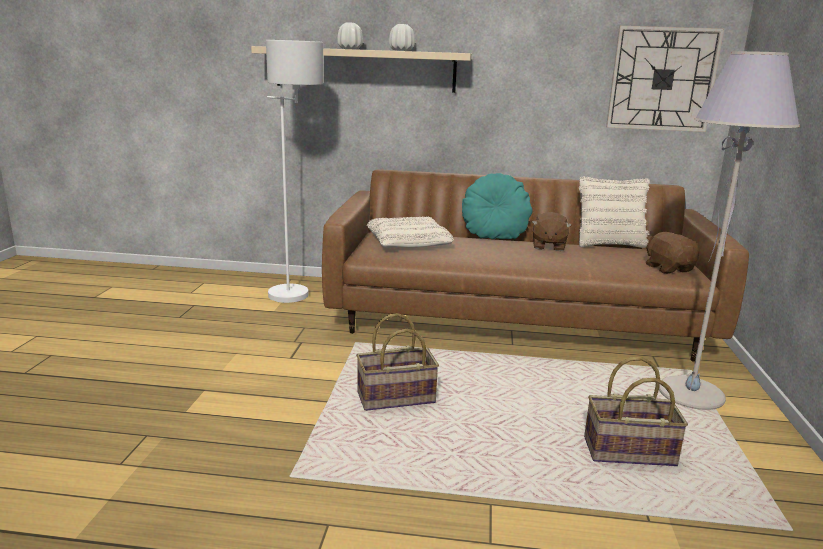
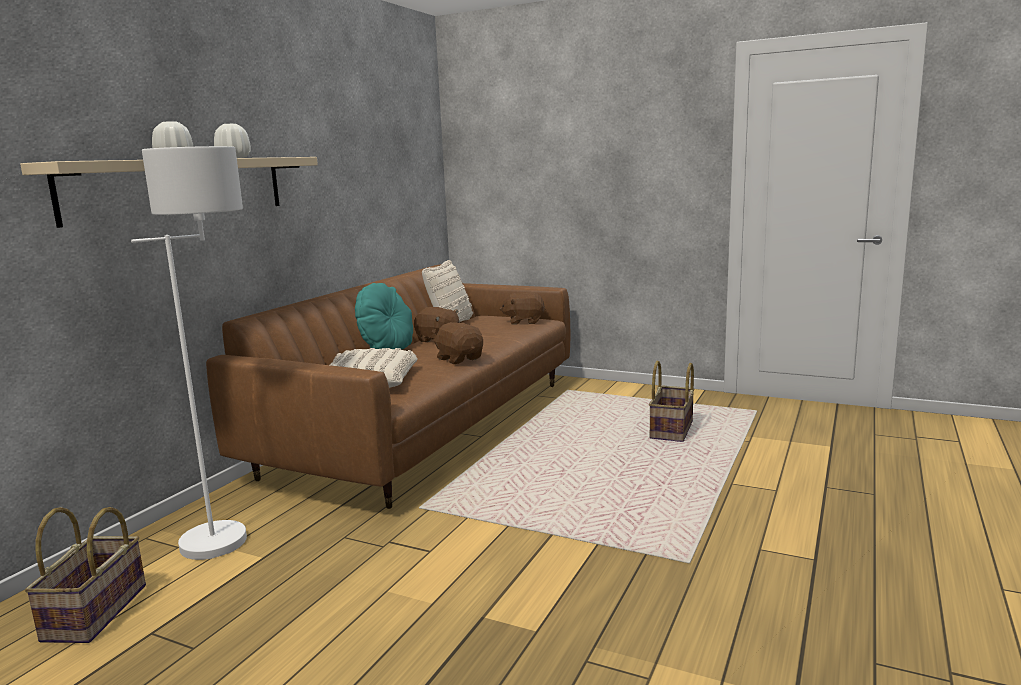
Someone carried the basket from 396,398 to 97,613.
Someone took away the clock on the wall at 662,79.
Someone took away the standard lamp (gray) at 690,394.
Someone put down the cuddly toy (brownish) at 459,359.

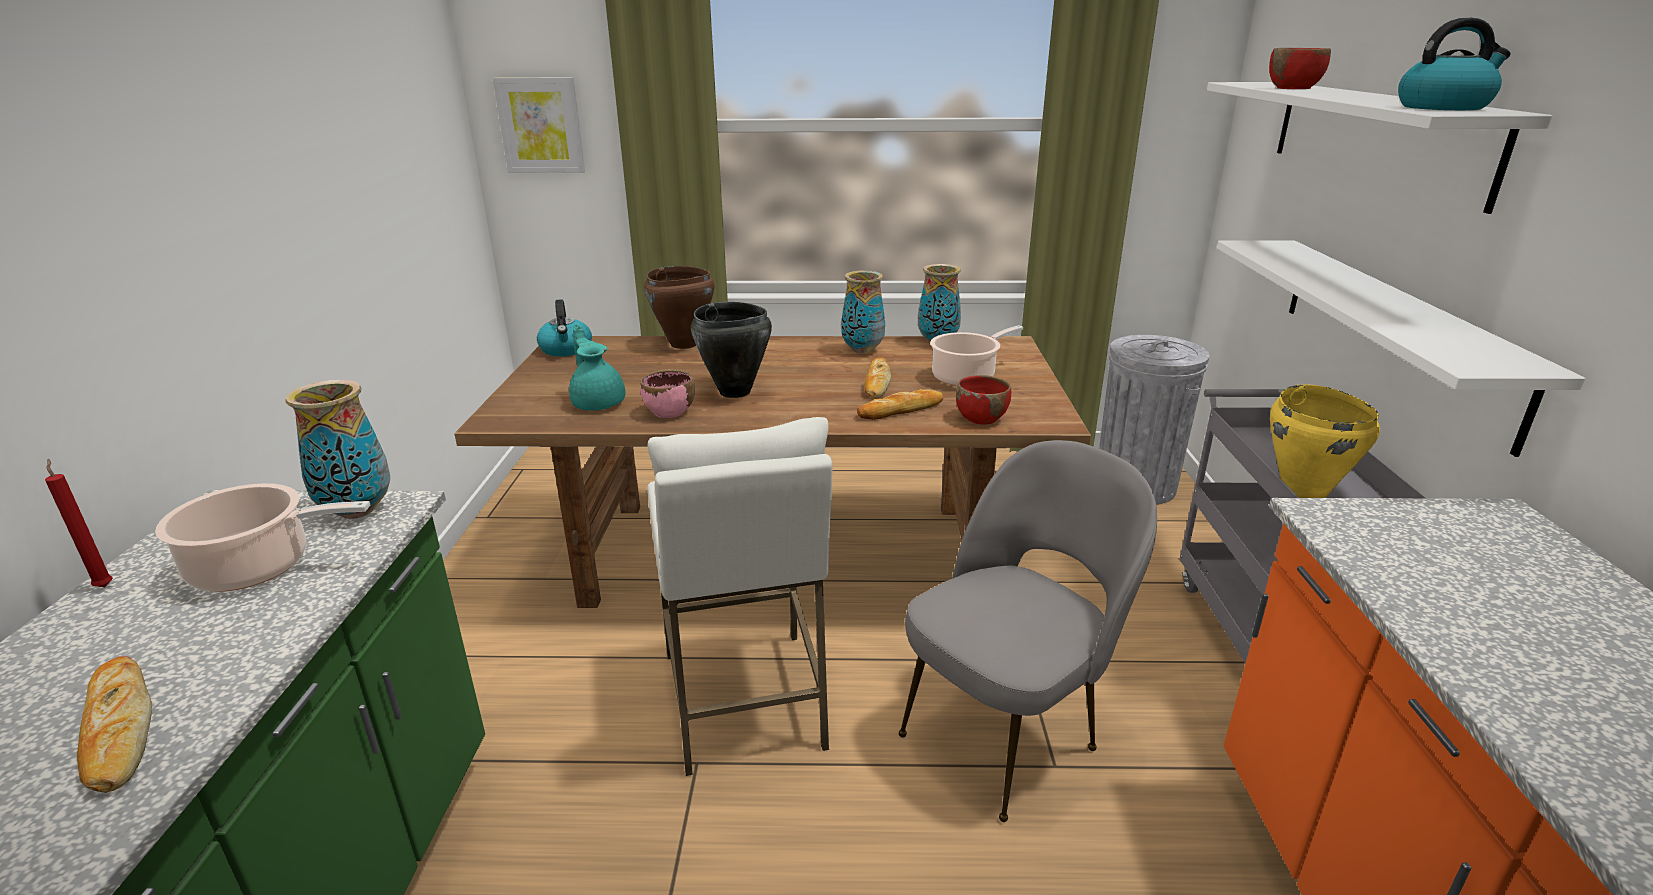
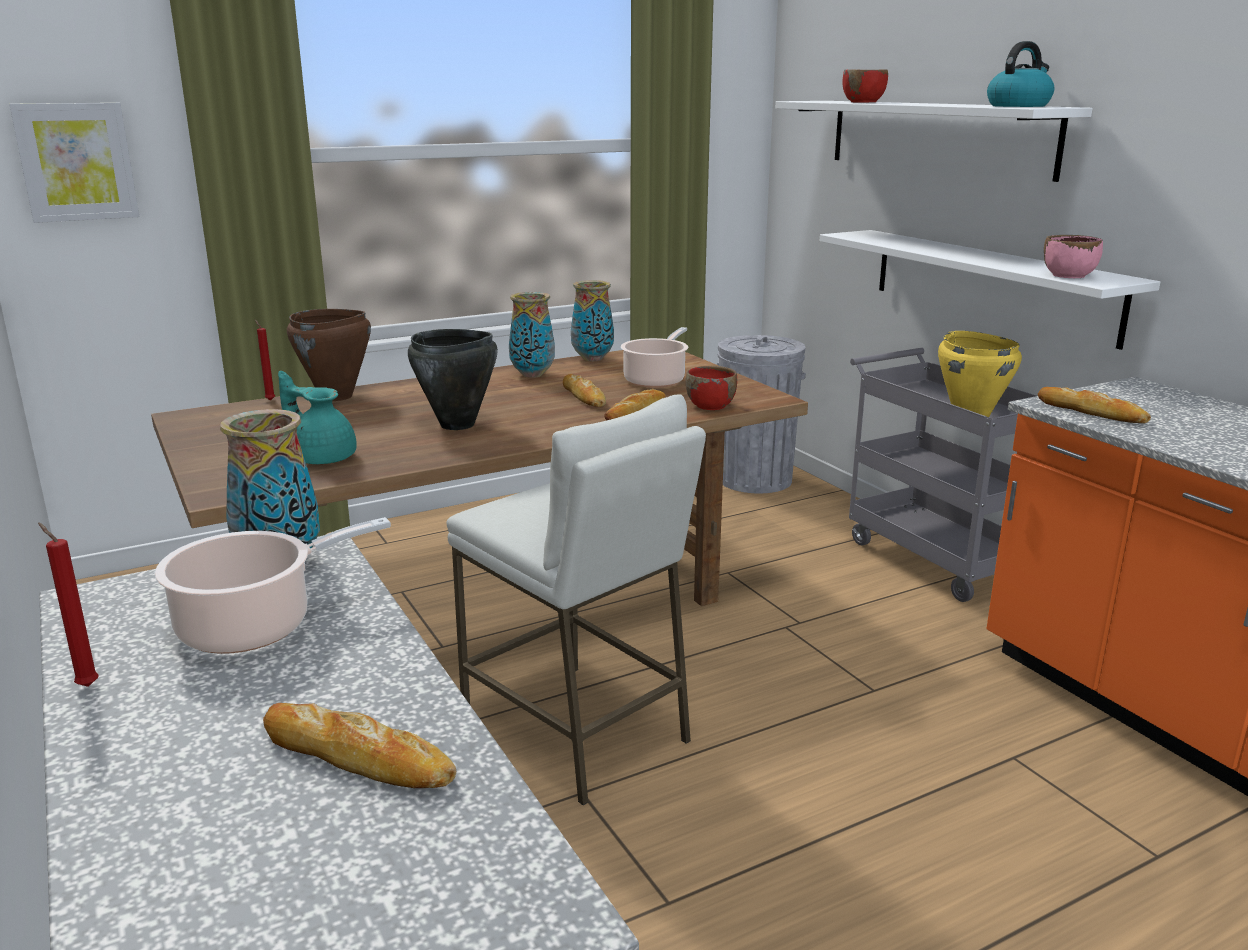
Someone took away the kettle at 566,350.
Someone carried the serving bowl (pink) from 669,412 to 1069,275.
Someone took away the chair (gray) at 1008,735.
Someone put down the wax light (red-coloured) at 269,400.
Someone put down the baked bread at 1090,412.

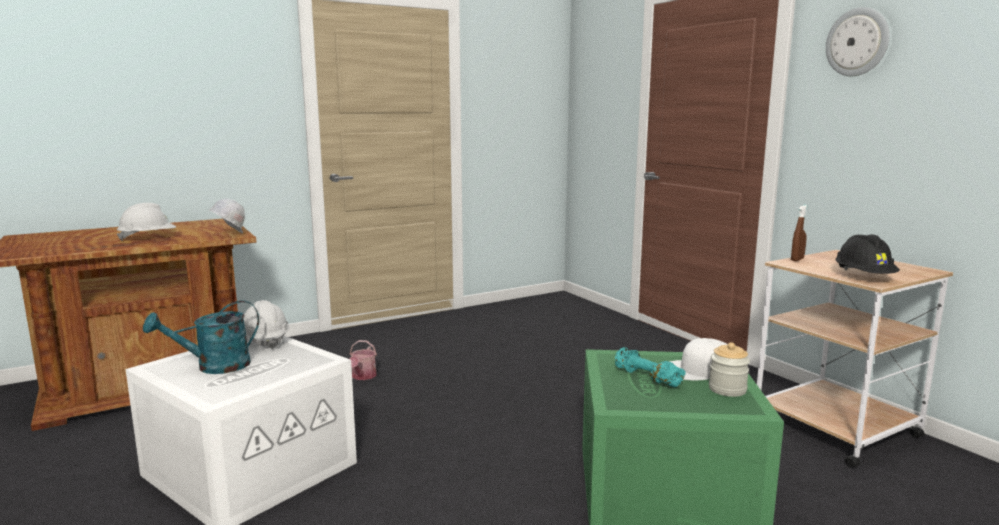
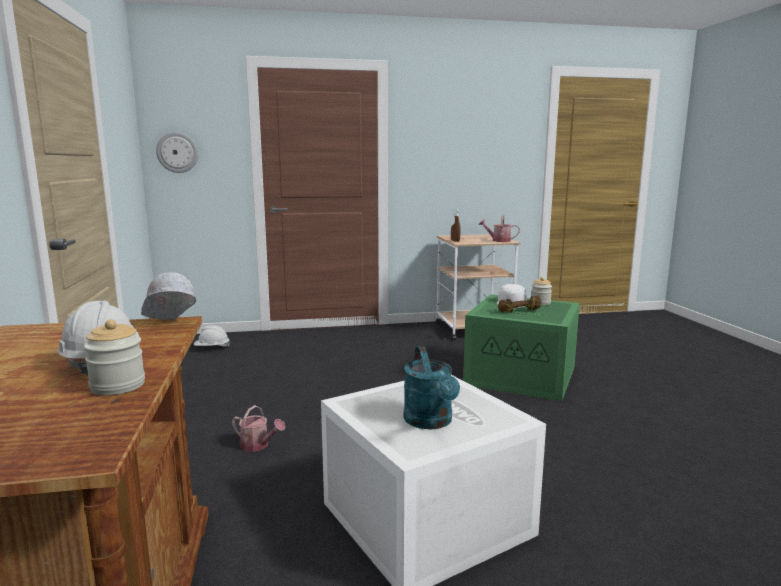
Someone carried the hard hat (white) from 265,341 to 212,348.
Someone repainted the free weight (blue-green) at 646,378, which became the free weight (brownish) at 519,311.
Someone carried the clock on the wall from 857,42 to 177,152.
Someone swapped the hard hat (black-coloured) at 864,277 for the sprinkling can at 498,240.
Someone put down the jar at 118,386.

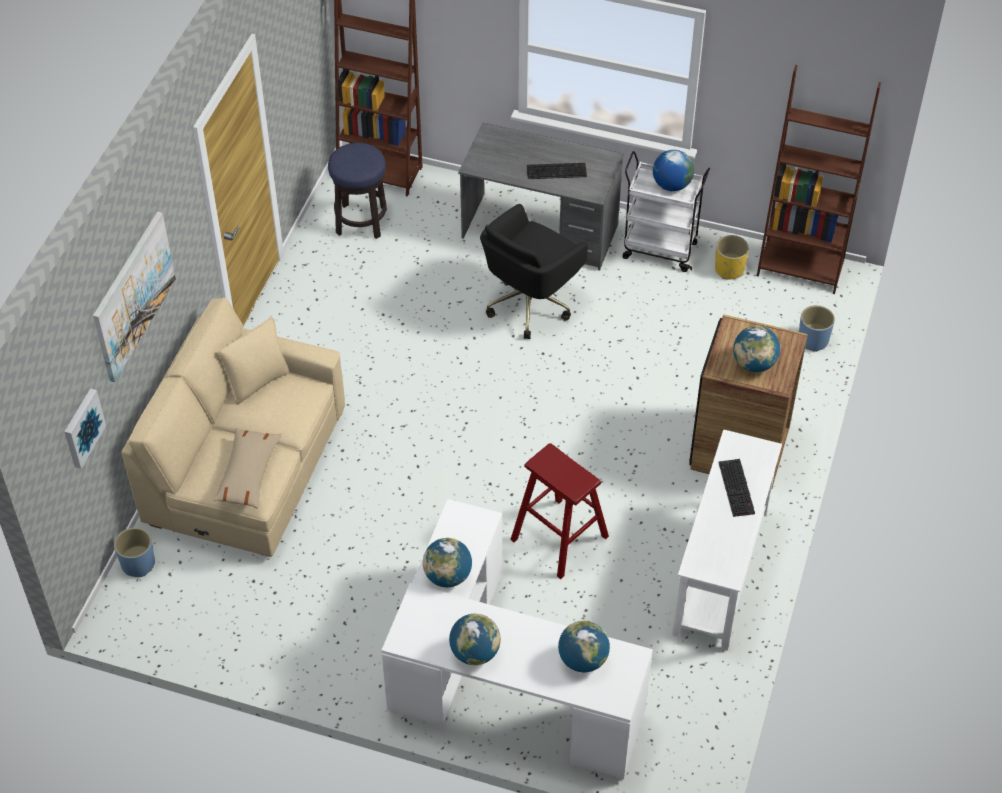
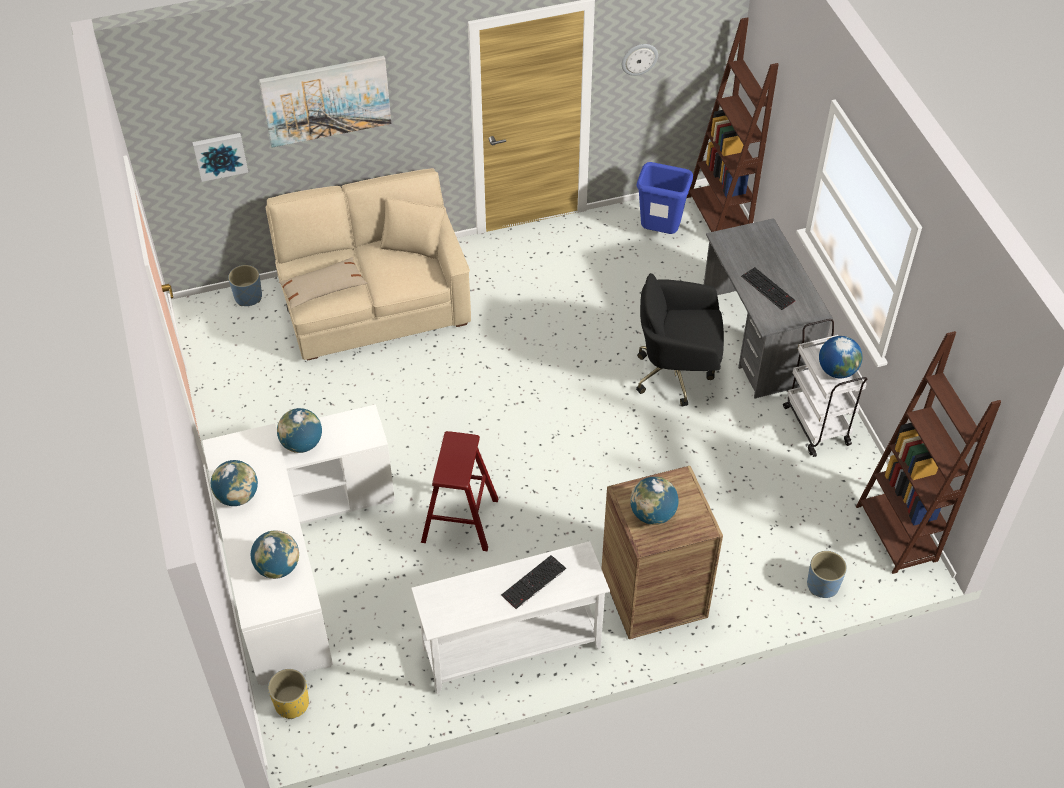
Someone swapped the stool at 361,221 for the rubbish bin (blue) at 660,233.
Someone carried the flower pot (yellow-coloured) from 729,269 to 292,703.
Someone put up the clock on the wall at 639,59.

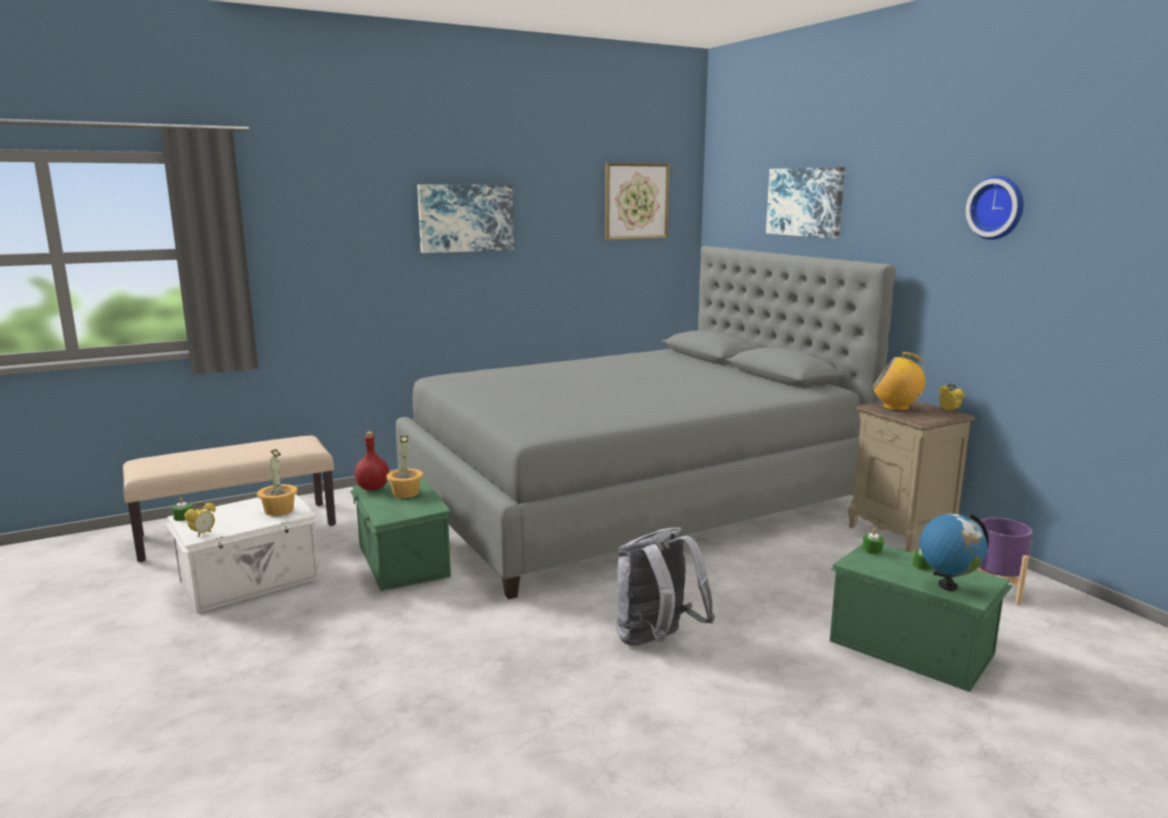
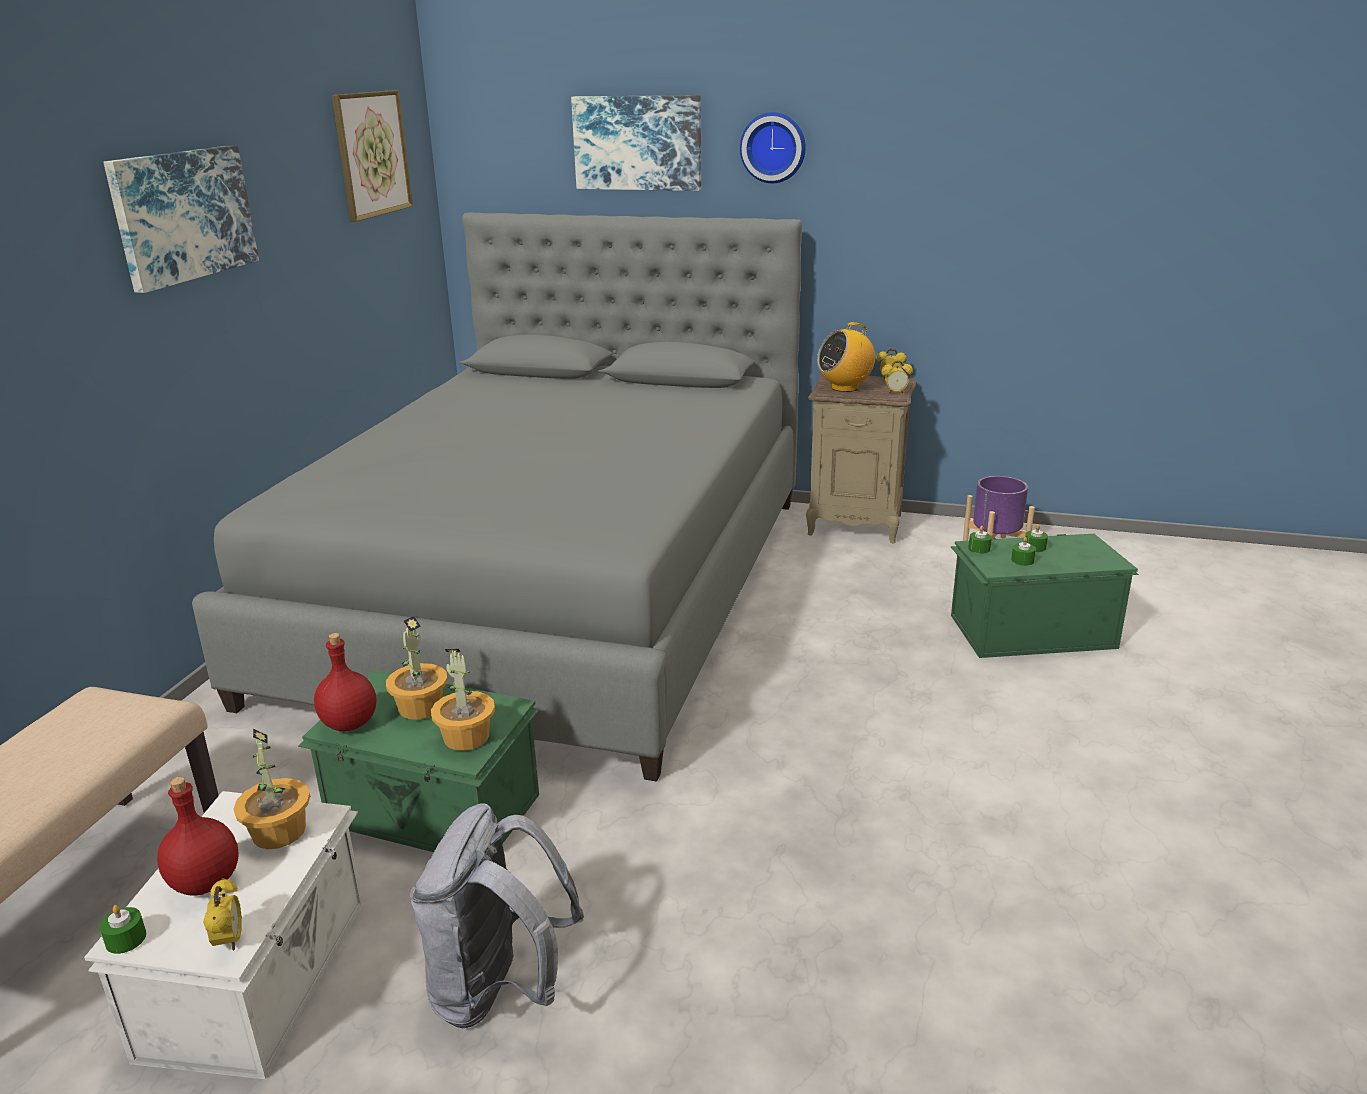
Someone carried the knapsack (gray) from 657,641 to 499,990.
Someone took away the globe at 947,586.
Someone carried the clock on the wall from 998,207 to 773,147.
Someone put down the beverage bottle (red-coloured) at 204,882.
Someone put down the plant in a pot at 466,737.
Someone put down the table clock at 895,393.
Someone put down the wax light (green-coloured) at 1022,560.

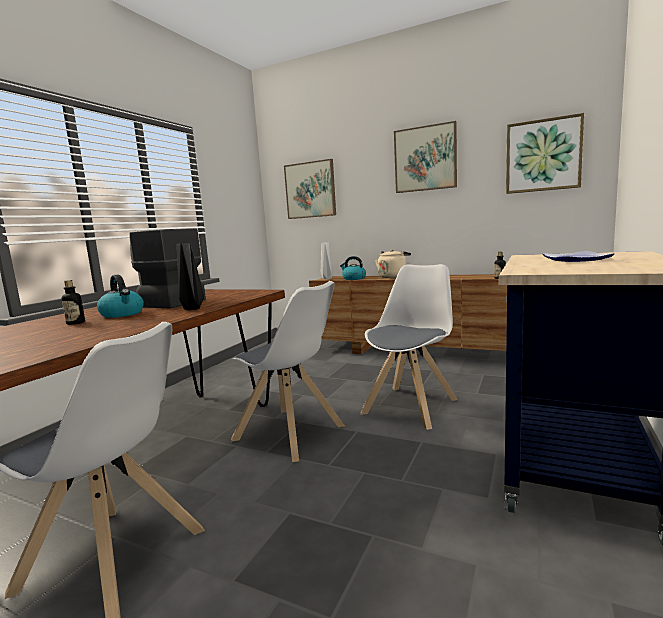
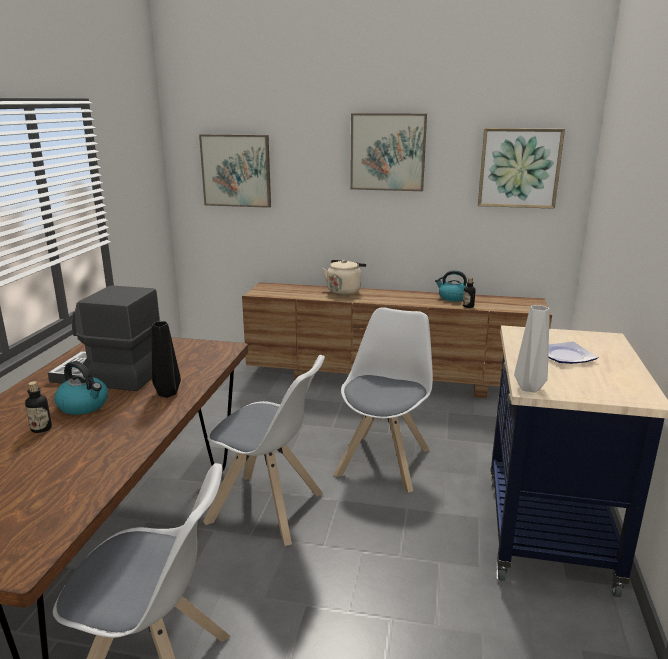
Someone carried the decorative vase (gray) from 327,278 to 530,388.
Someone carried the kettle from 353,278 to 452,298.

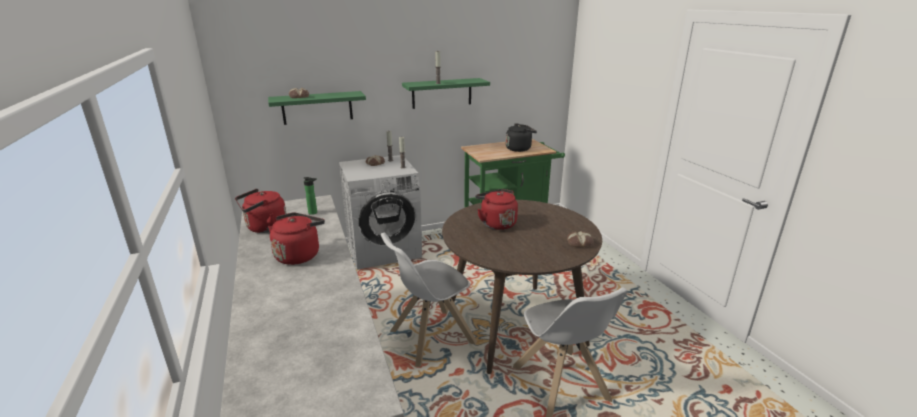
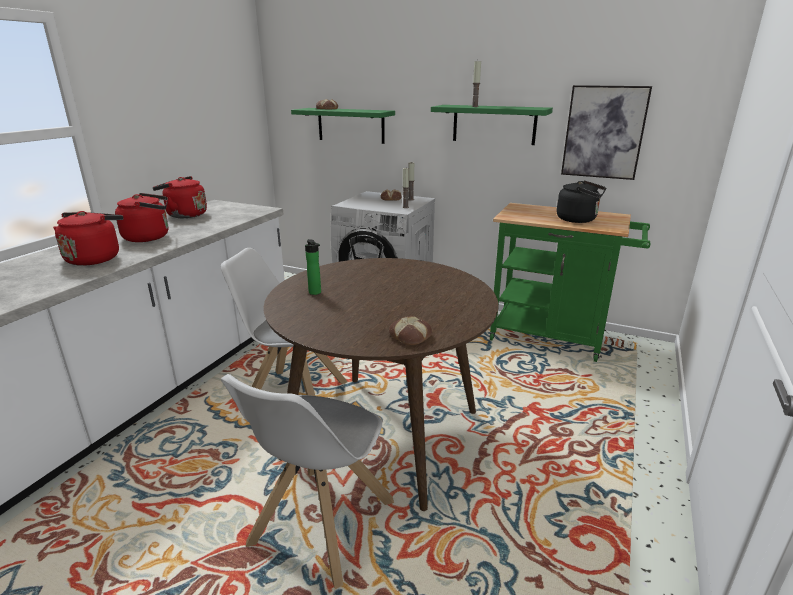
Someone carried the beverage bottle from 314,213 to 315,293.
Someone carried the kettle (red-coloured) from 496,223 to 95,258.
Someone put up the wall art at 604,132.

